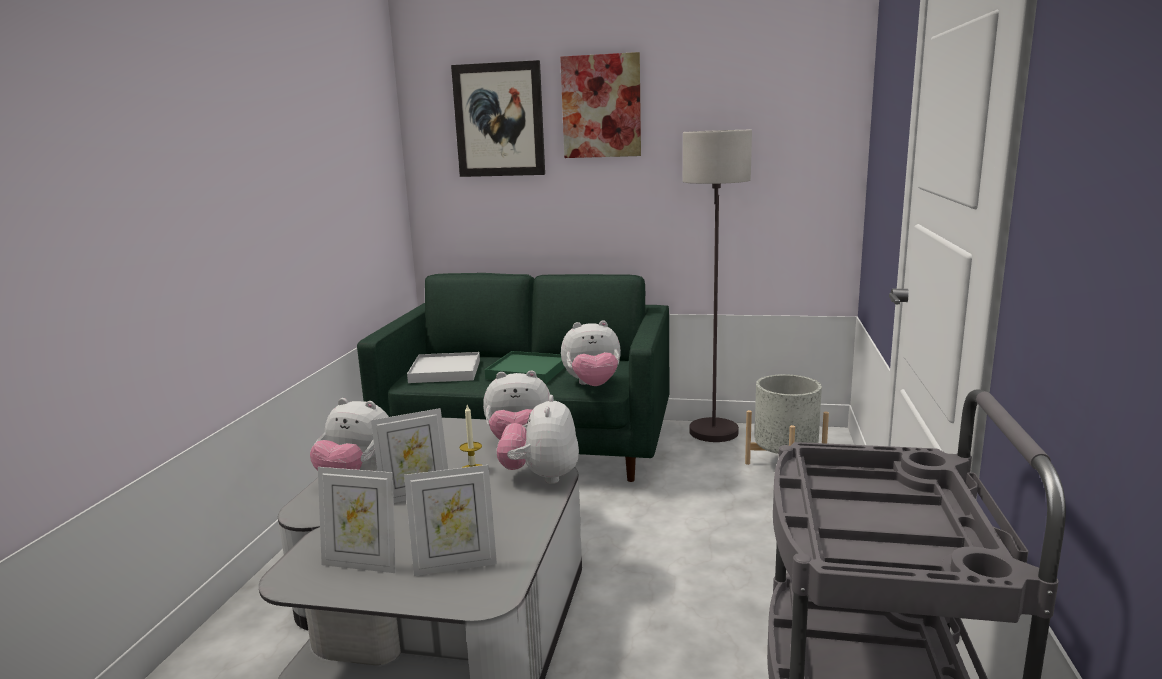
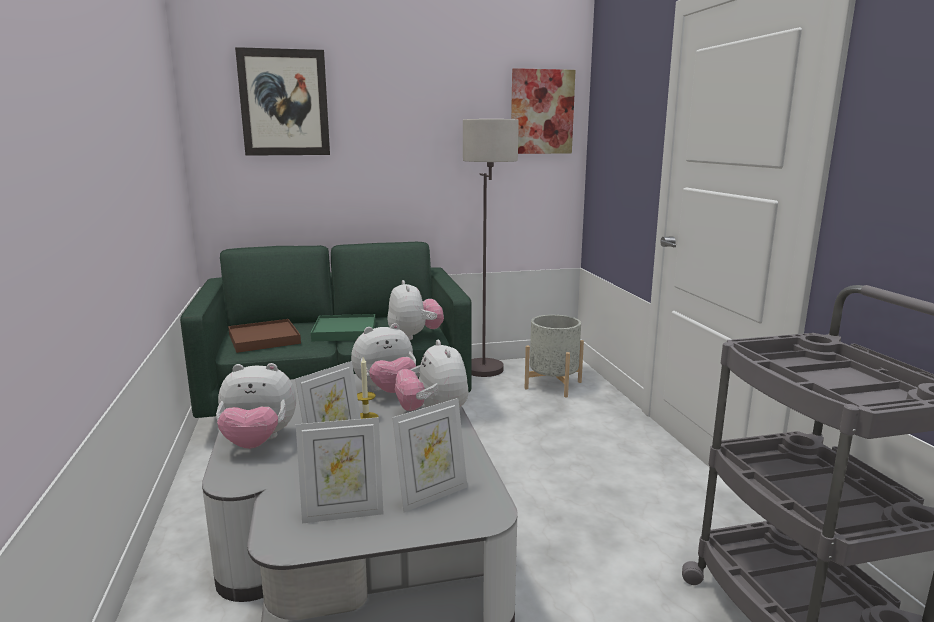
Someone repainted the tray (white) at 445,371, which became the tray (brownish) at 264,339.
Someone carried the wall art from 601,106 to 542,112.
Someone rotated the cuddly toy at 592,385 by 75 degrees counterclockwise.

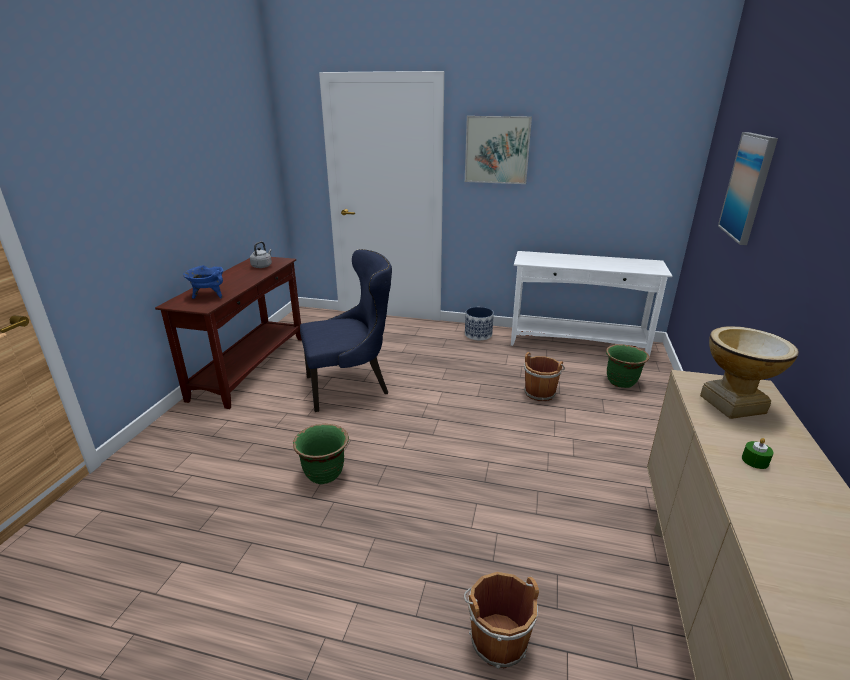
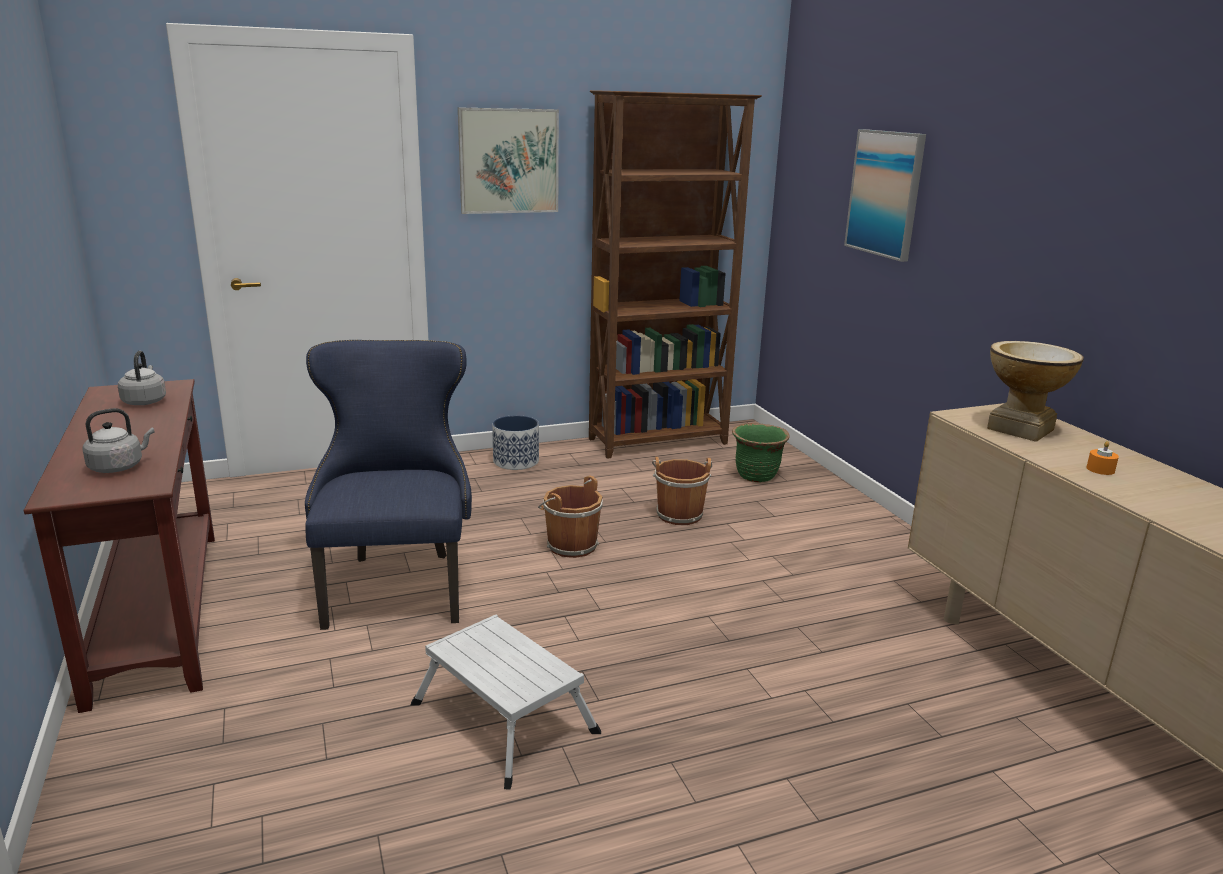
Someone swapped the saucepot (blue) at 209,296 for the kettle (gray) at 119,467.
Someone swapped the flower pot (green-coloured) at 324,474 for the step stool (white) at 503,717.
Someone rotated the chair (blue) at 350,386 by 45 degrees counterclockwise.
Someone carried the water bucket (brownish) from 497,638 to 570,545.
Someone swapped the narrow table (white) at 577,343 for the bookcase (brownish) at 659,442.
Someone repainted the wax light (green-coloured) at 755,461, which became the wax light (orangey) at 1100,469.

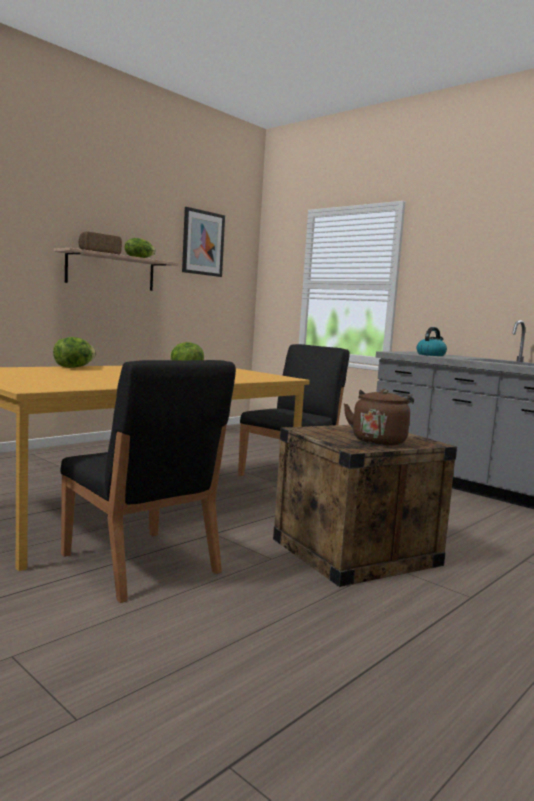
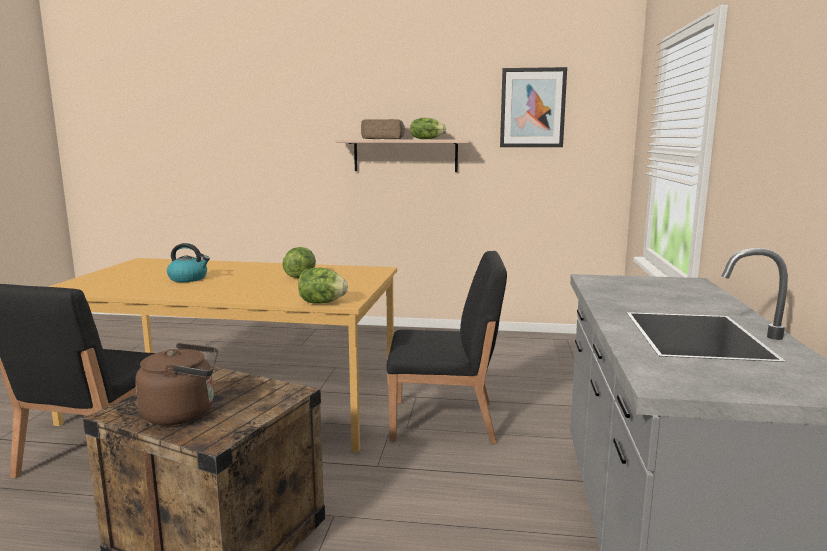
Someone carried the lettuce head from 73,367 to 321,303.
Someone carried the kettle from 431,355 to 189,278.

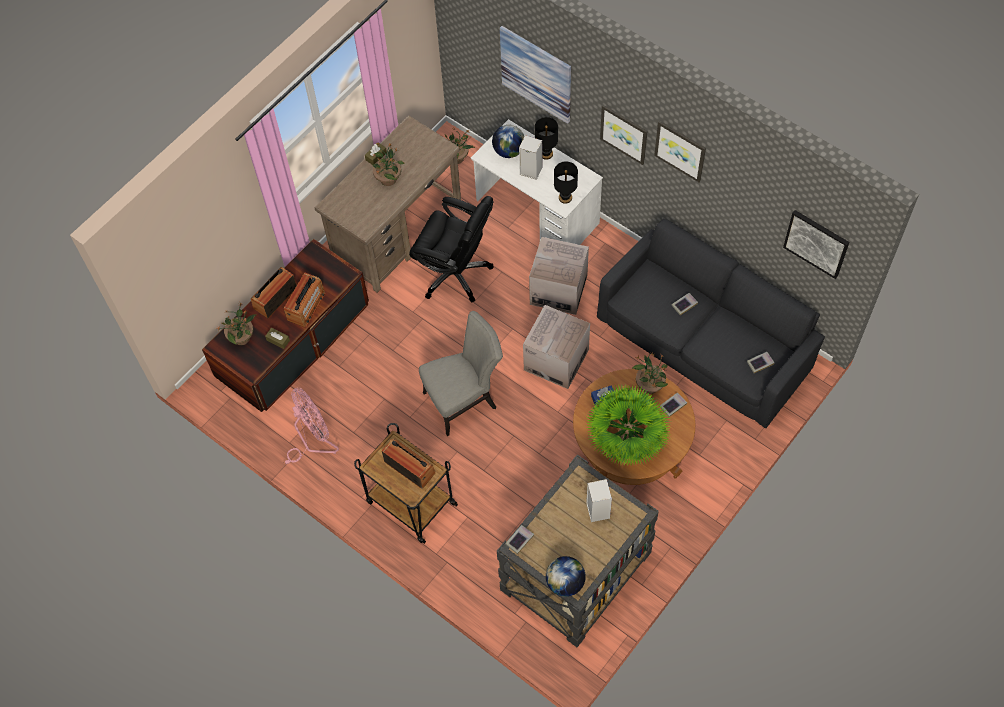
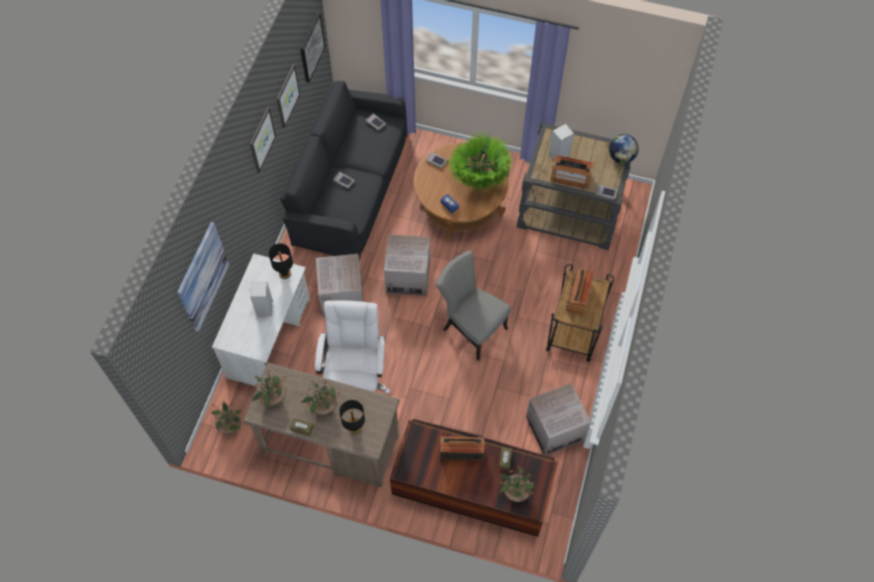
Someone carried the radio receiver from 275,298 to 570,178.
Someone swapped the cooling fan (pink) at 311,436 for the packing box at 555,429.
Someone repainted the desk chair (black-coloured) at 454,273, which became the desk chair (white) at 355,380.
Someone took away the globe at 508,151.
Someone carried the tabletop lamp (black-coloured) from 546,154 to 355,428.
Someone carried the wall art from 624,134 to 287,96.
Someone carried the plant in a pot from 649,385 to 273,398.

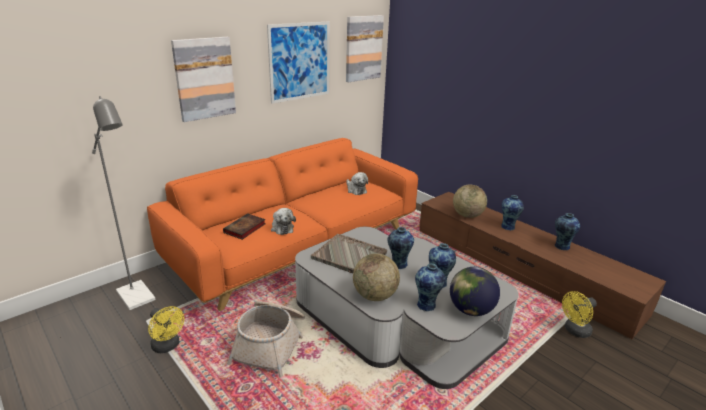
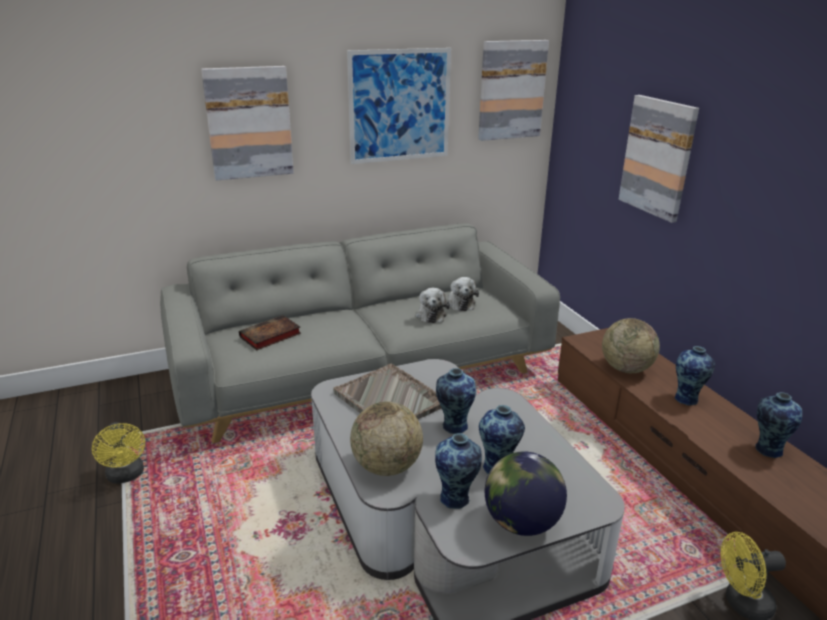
Someone took away the standard lamp (gray) at 139,299.
Someone repainted the sofa (orangey) at 296,245, which became the sofa (gray) at 363,372.
Someone took away the basket at 271,343.
Someone carried the cuddly toy from 282,228 to 431,314.
Someone put up the wall art at 658,157.

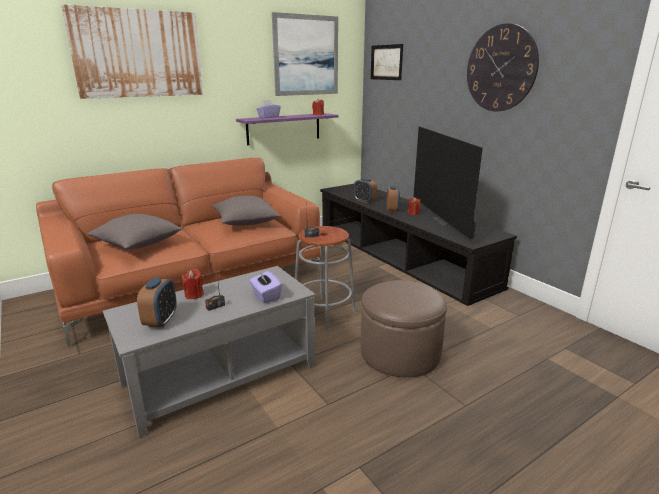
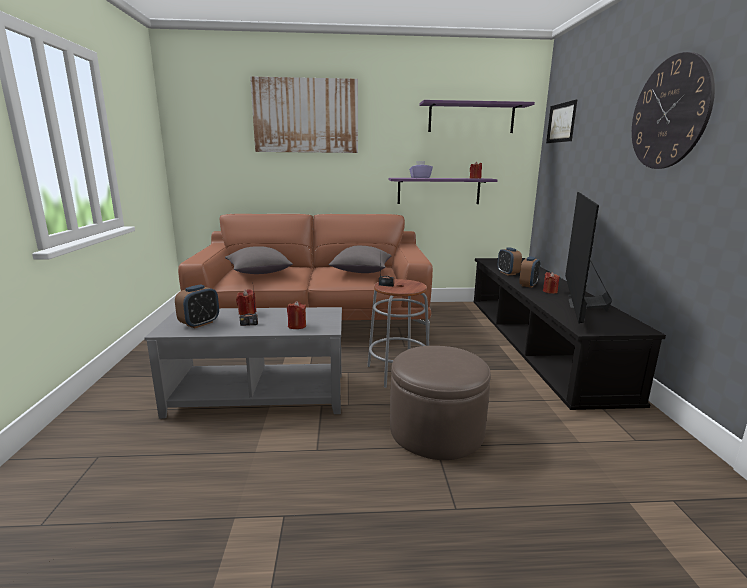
Someone swapped the tissue box (purple) at 265,296 for the wax light (red-coloured) at 297,326.
Someone swapped the wall art at 306,55 for the bracket shelf (purple) at 471,118.

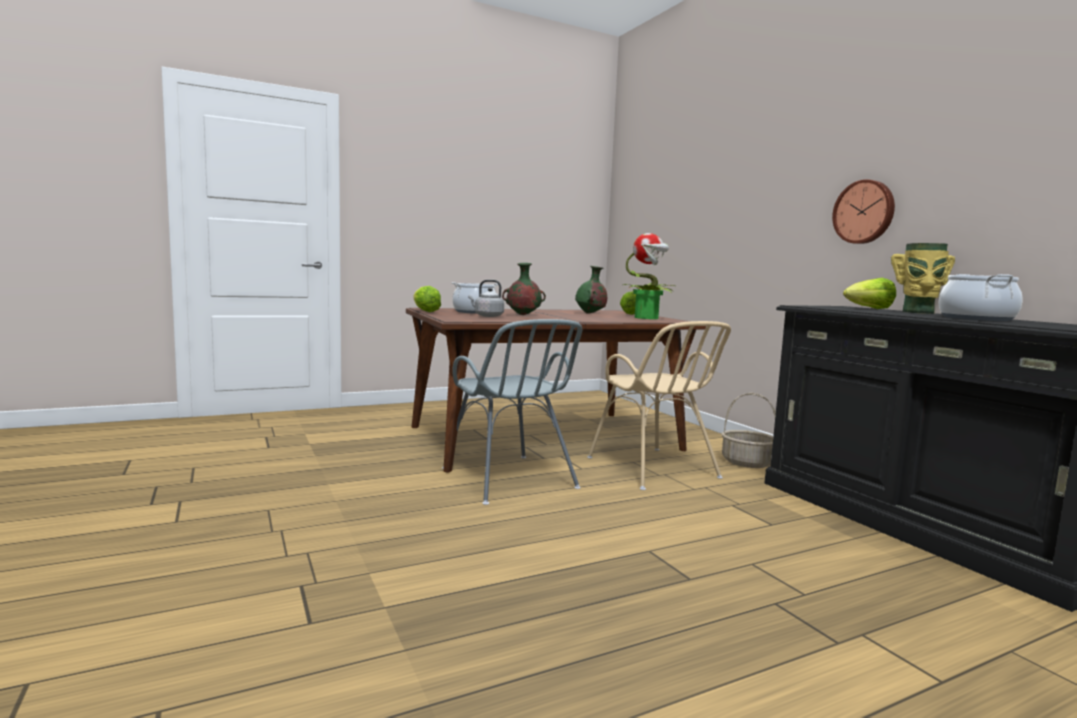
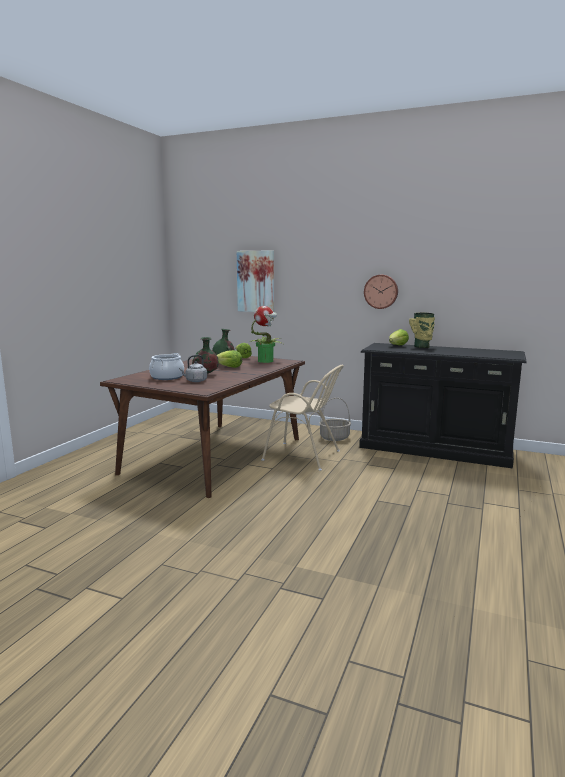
Someone carried the lettuce head from 425,311 to 229,367.
Someone took away the chair (gray) at 510,479.
Someone took away the saucepot at 976,319.
Someone put up the wall art at 256,281.

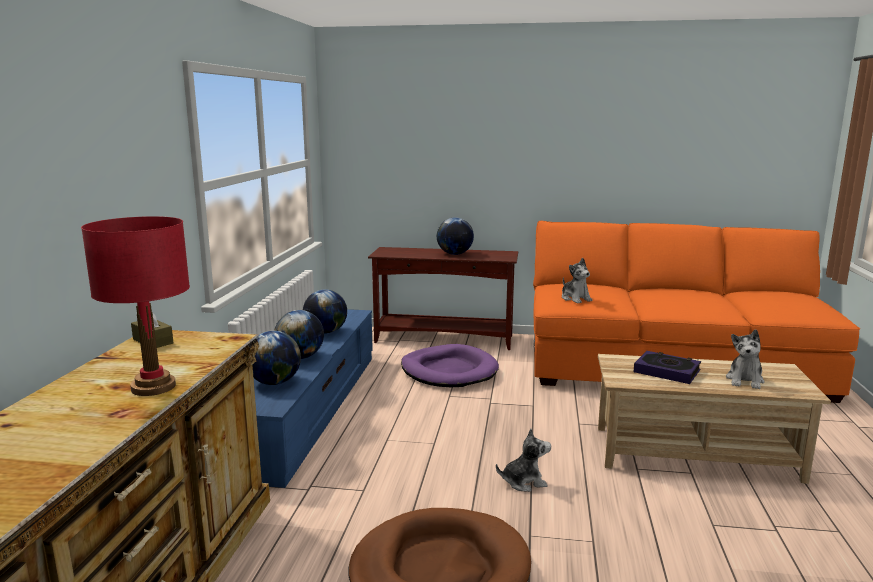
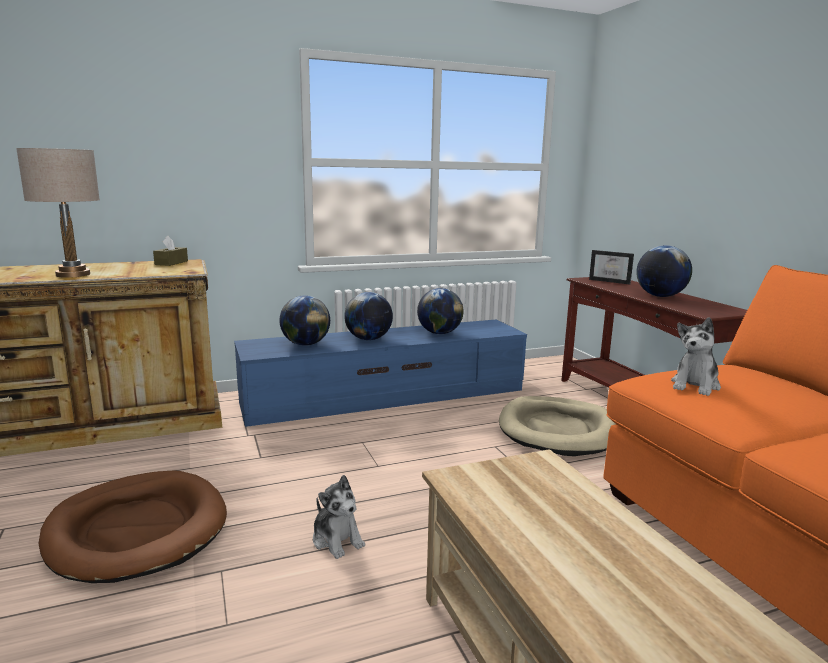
Someone repainted the tabletop lamp (red-coloured) at 154,387, which became the tabletop lamp (sand-coloured) at 73,274.
Someone repainted the dog cushion (purple) at 449,370, which became the dog cushion (sand-coloured) at 557,430.
Someone took away the volume at 666,371.
Someone took away the cuddly toy at 745,380.
Someone put down the picture frame at 611,281.

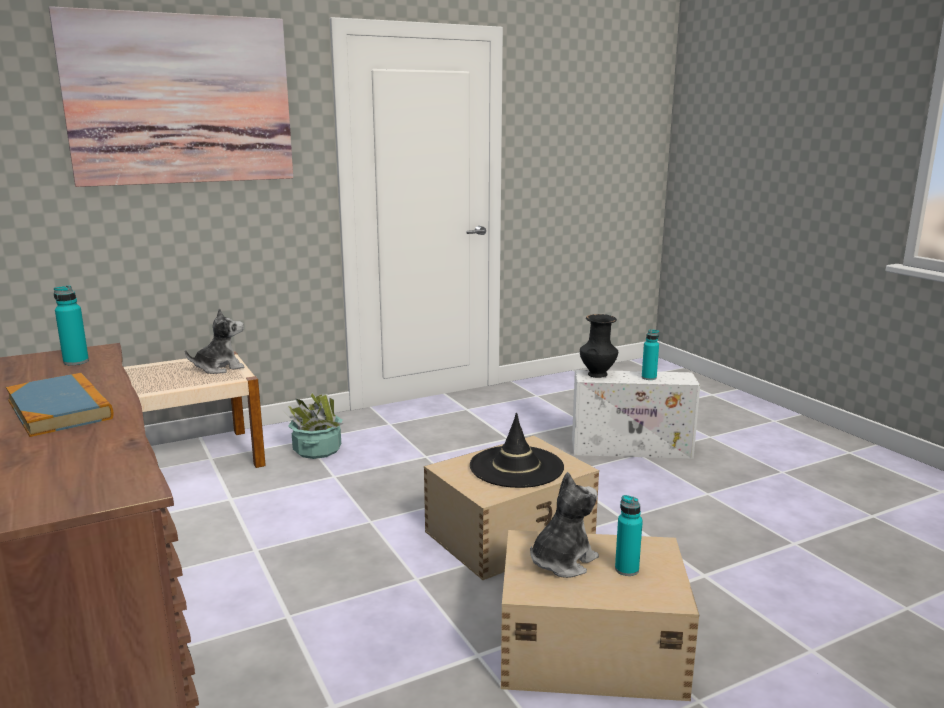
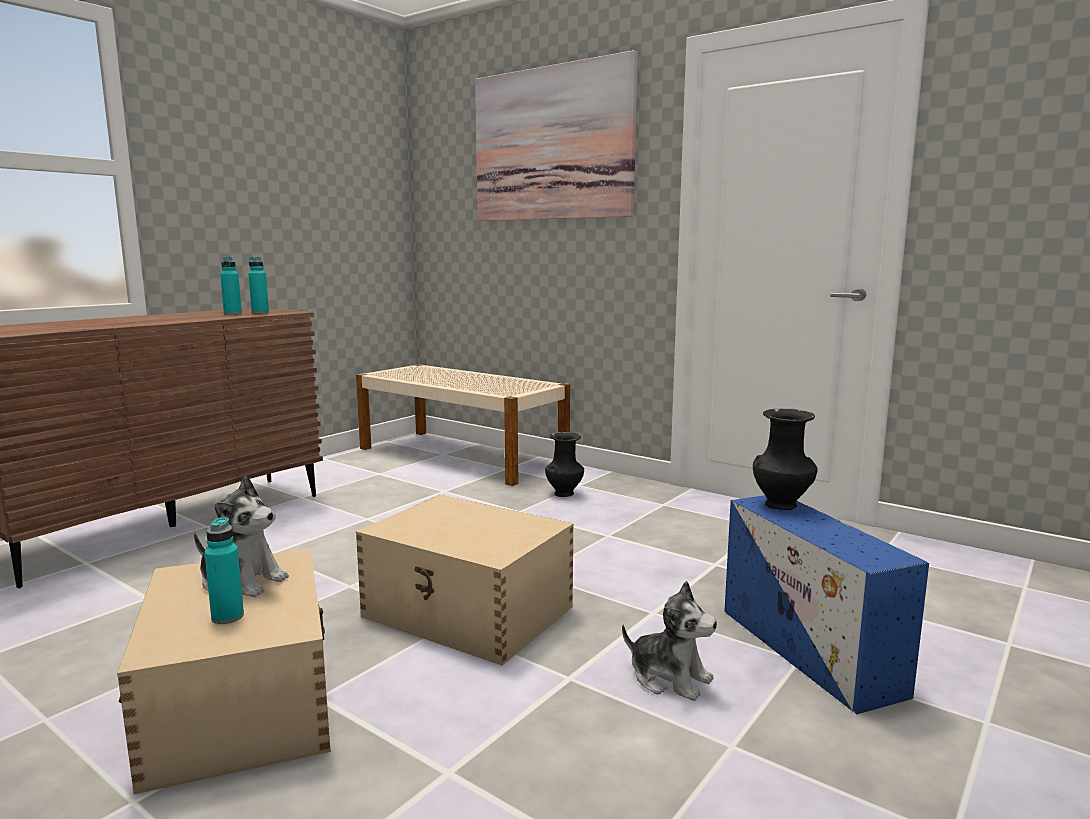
Someone took away the volume at 60,409.
Someone carried the cuddly toy from 219,368 to 669,678.
Someone swapped the plant in a pot at 317,450 for the decorative vase (black-coloured) at 564,493.
Someone took away the clothing hat (black-coloured) at 516,467.
Someone repainted the storage box (white) at 633,449, which became the storage box (blue) at 811,652.
Someone carried the beverage bottle (blue-green) from 649,378 to 232,314.

